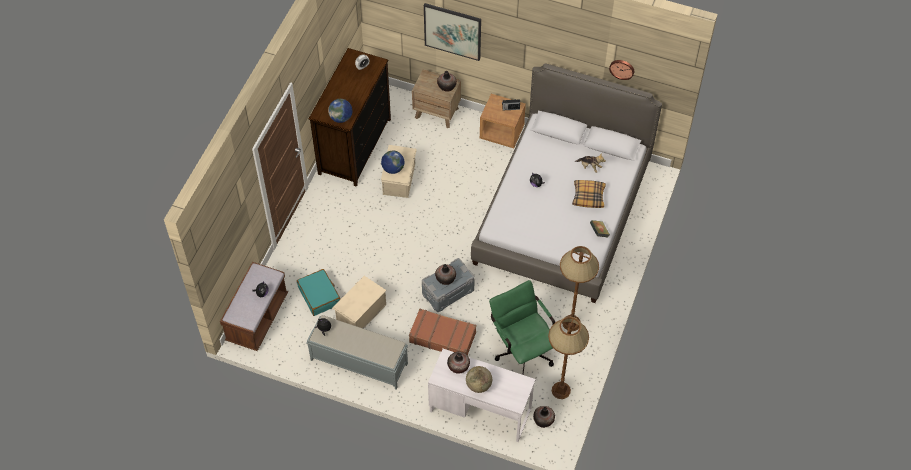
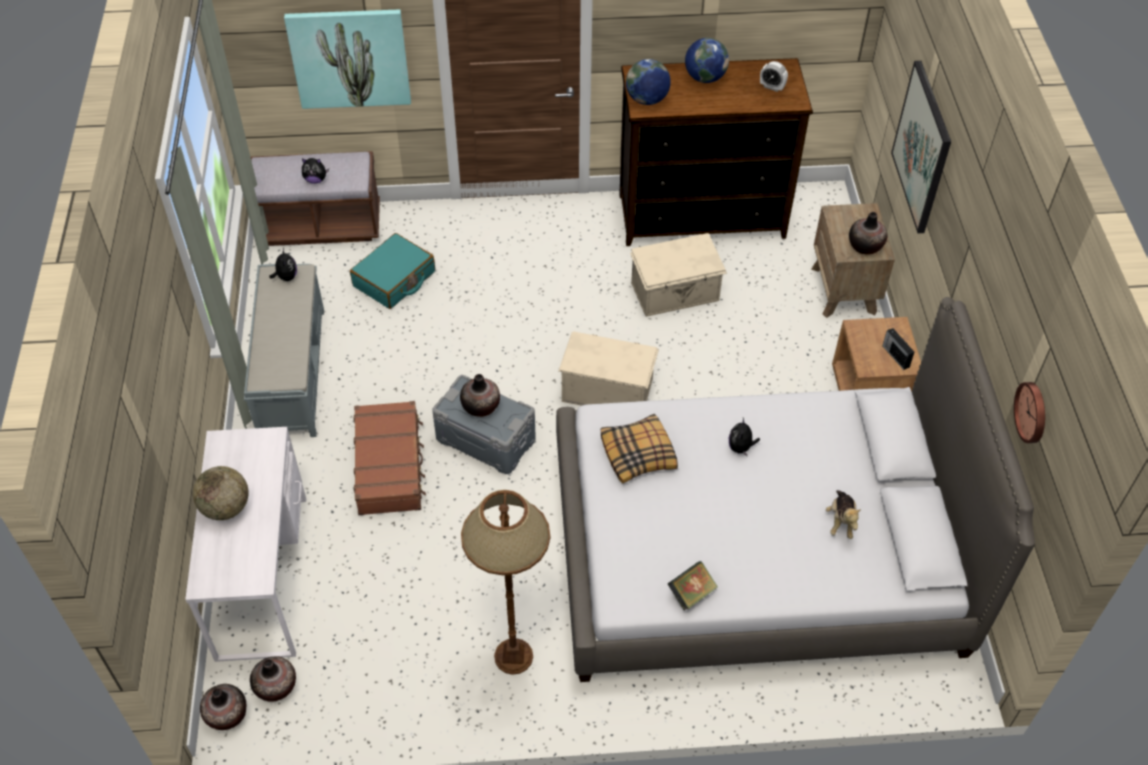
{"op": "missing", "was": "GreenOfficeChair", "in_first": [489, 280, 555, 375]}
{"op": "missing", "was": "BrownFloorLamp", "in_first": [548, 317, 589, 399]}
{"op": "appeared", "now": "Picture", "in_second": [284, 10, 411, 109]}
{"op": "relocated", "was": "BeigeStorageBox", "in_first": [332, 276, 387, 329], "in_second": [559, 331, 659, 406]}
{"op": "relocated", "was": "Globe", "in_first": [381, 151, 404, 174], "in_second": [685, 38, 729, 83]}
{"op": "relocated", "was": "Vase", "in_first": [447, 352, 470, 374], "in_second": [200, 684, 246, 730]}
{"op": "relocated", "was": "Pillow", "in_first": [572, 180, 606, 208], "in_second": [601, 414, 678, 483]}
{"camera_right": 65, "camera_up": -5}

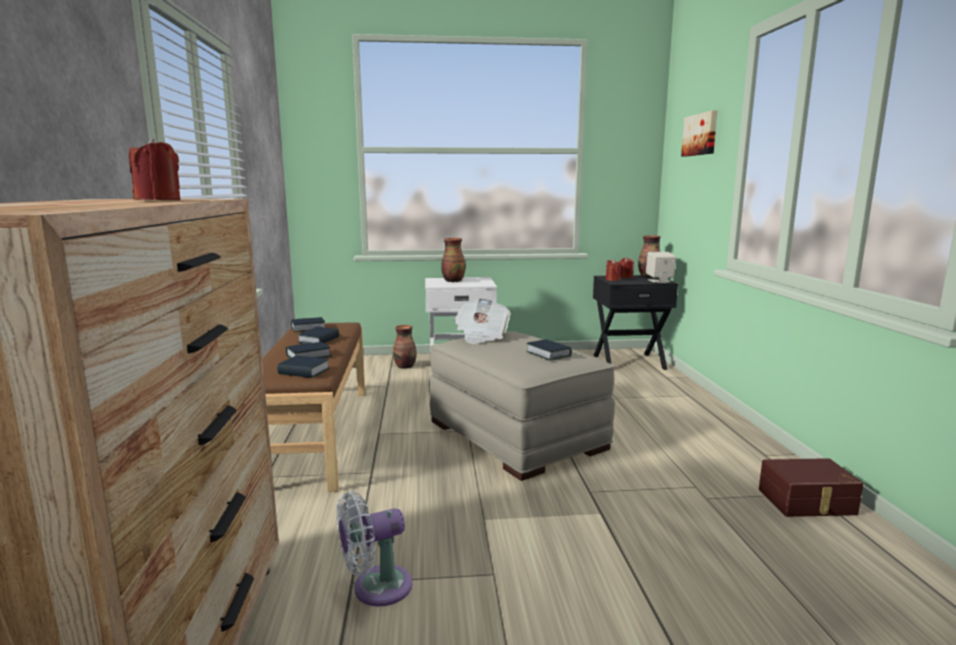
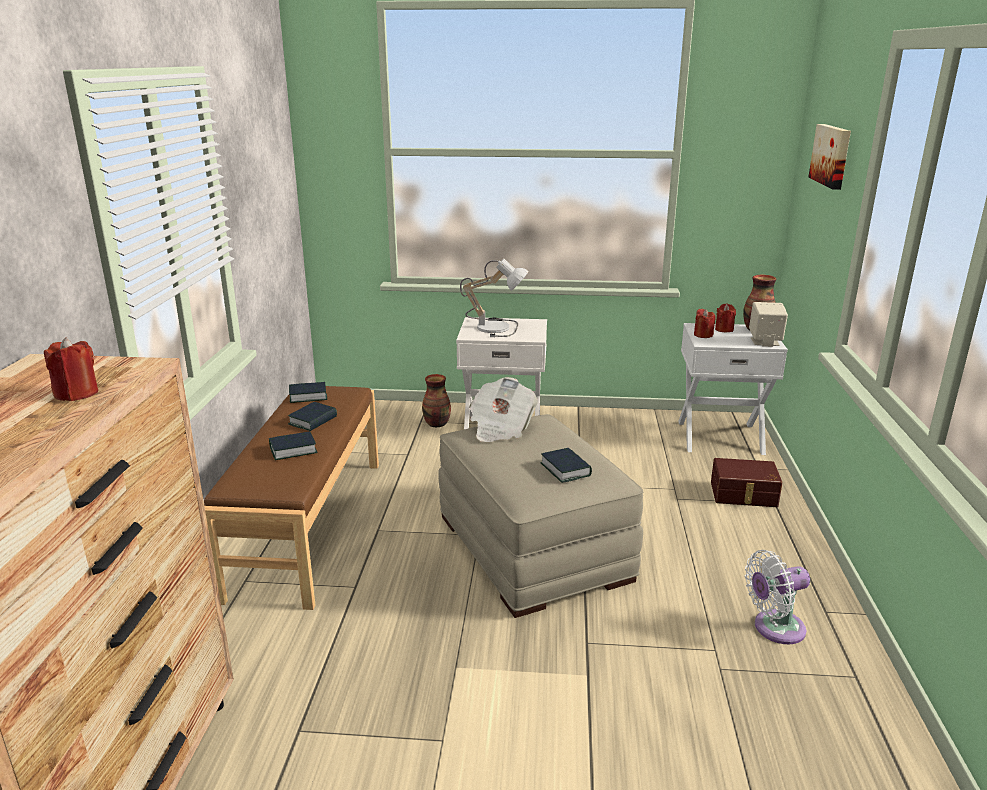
{"op": "missing", "was": "Book", "in_first": [277, 356, 330, 378]}
{"op": "relocated", "was": "WhiteFan", "in_first": [336, 492, 412, 607], "in_second": [745, 550, 810, 644]}
{"op": "relocated", "was": "BrownStorageBox", "in_first": [759, 458, 863, 517], "in_second": [711, 458, 783, 507]}
{"op": "exchanged", "was": "Vase", "now": "TableLamp", "in_first": [441, 238, 466, 282], "in_second": [460, 259, 529, 337]}
{"op": "colour", "was": "BlackNightstand", "now": "WhiteNightstand", "in_first": [593, 275, 678, 370], "in_second": [678, 323, 788, 455]}
{"camera_right": 10, "camera_up": 10}

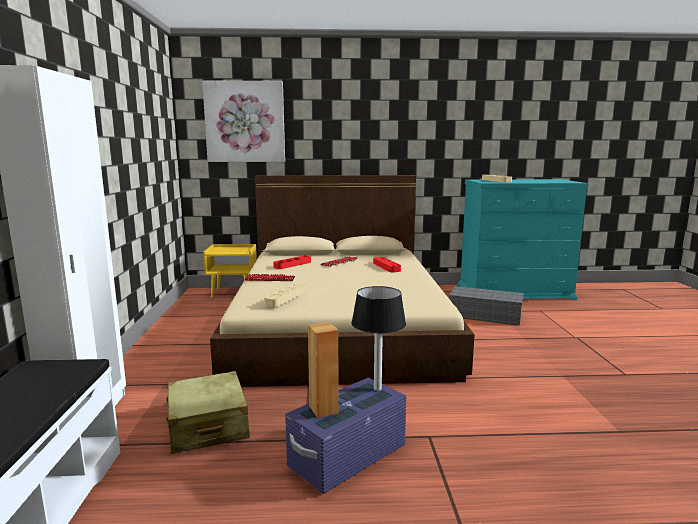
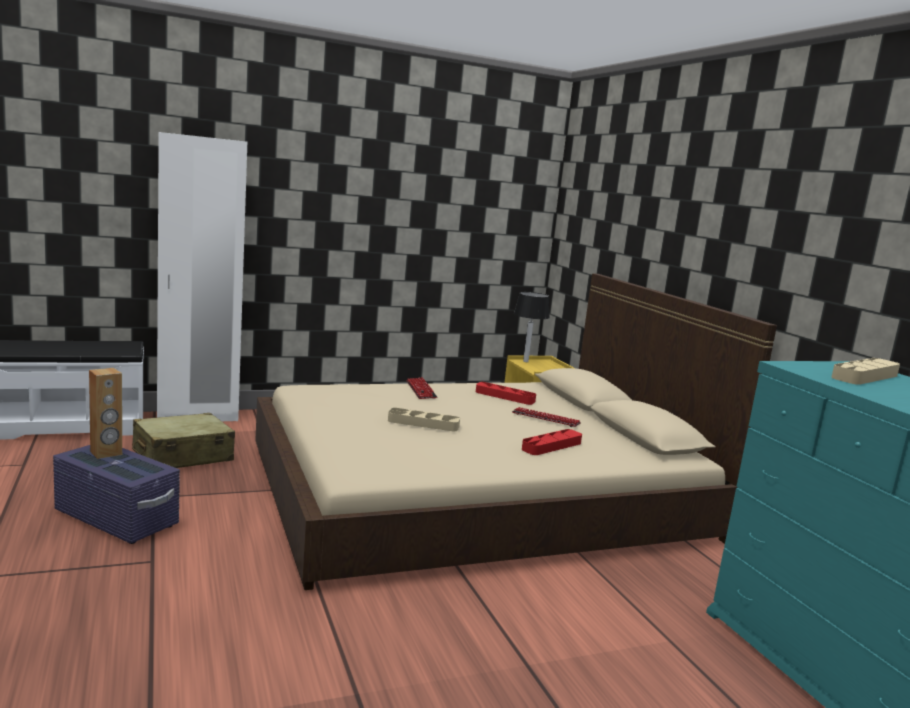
{"op": "missing", "was": "Picture", "in_first": [202, 81, 285, 162]}
{"op": "missing", "was": "GreyStorageBox", "in_first": [449, 286, 524, 326]}
{"op": "relocated", "was": "BeigeTray", "in_first": [264, 284, 305, 307], "in_second": [388, 408, 460, 431]}
{"op": "relocated", "was": "TableLamp", "in_first": [351, 286, 406, 391], "in_second": [513, 292, 550, 362]}
{"camera_right": 70, "camera_up": 0}

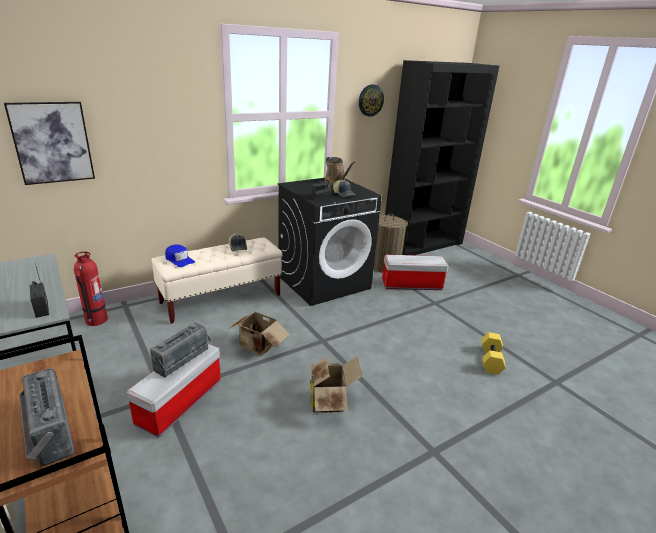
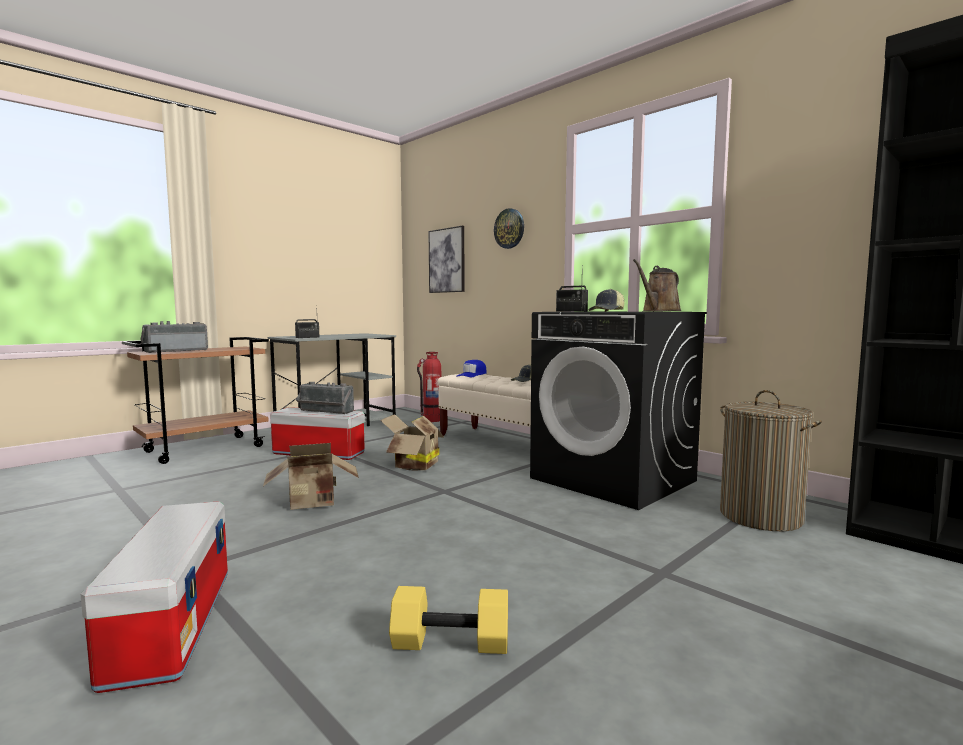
{"op": "relocated", "was": "WallClock", "in_first": [359, 85, 384, 117], "in_second": [494, 208, 524, 249]}
{"op": "relocated", "was": "StorageBox", "in_first": [382, 255, 449, 290], "in_second": [80, 501, 228, 693]}
{"camera_right": 80, "camera_up": -20}

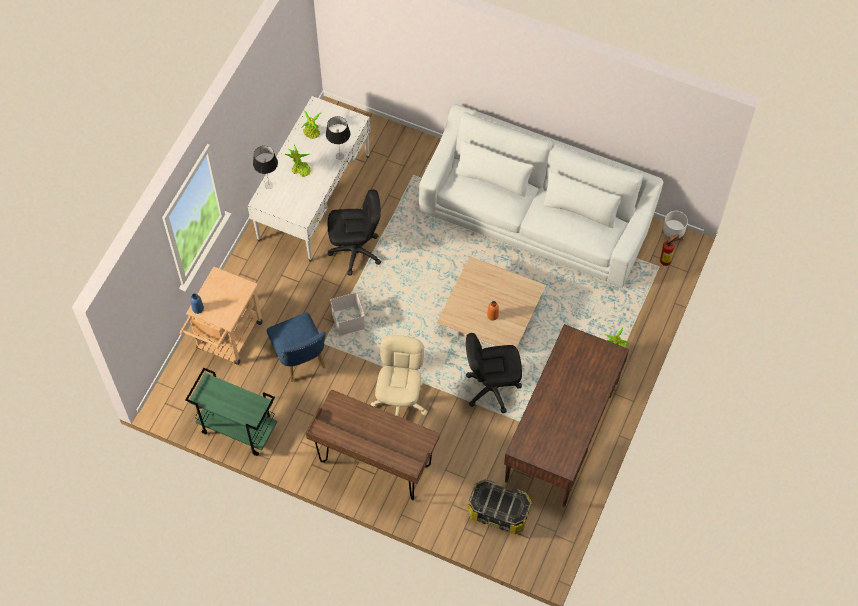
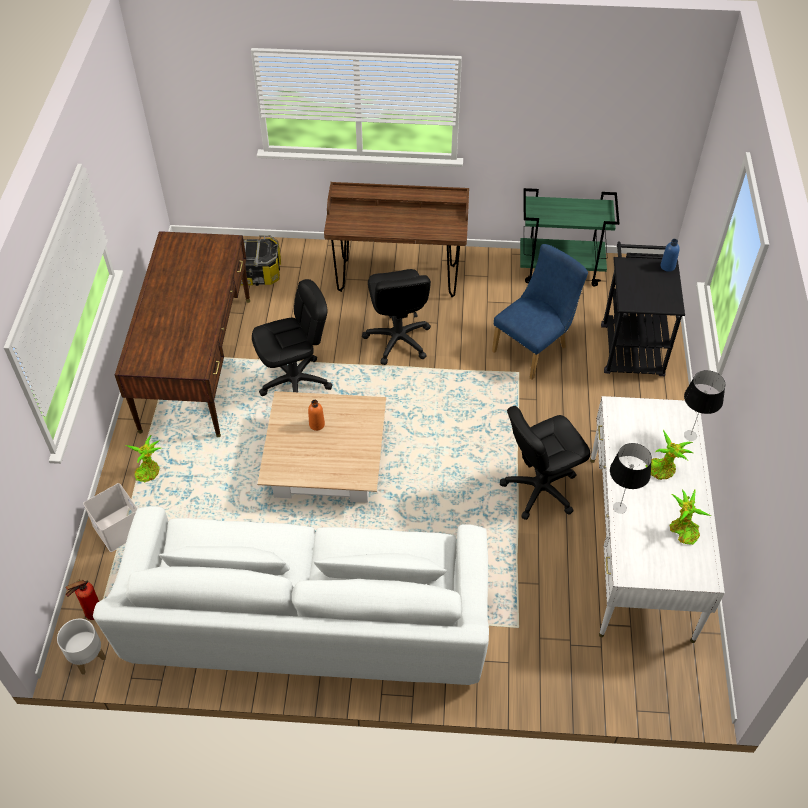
{"op": "relocated", "was": "WhiteStorageBox", "in_first": [330, 293, 365, 336], "in_second": [83, 483, 138, 552]}
{"op": "colour", "was": "BeigeCart", "now": "BlackCart", "in_first": [180, 266, 263, 365], "in_second": [601, 242, 685, 377]}
{"op": "colour", "was": "BeigeOfficeChair", "now": "BlackOfficeChair", "in_first": [371, 335, 428, 417], "in_second": [362, 269, 431, 365]}
{"op": "spun", "was": "BlueChair", "in_first": [267, 312, 326, 382], "in_second": [492, 244, 588, 380], "clockwise": 90}
{"camera_right": 160, "camera_up": -10}

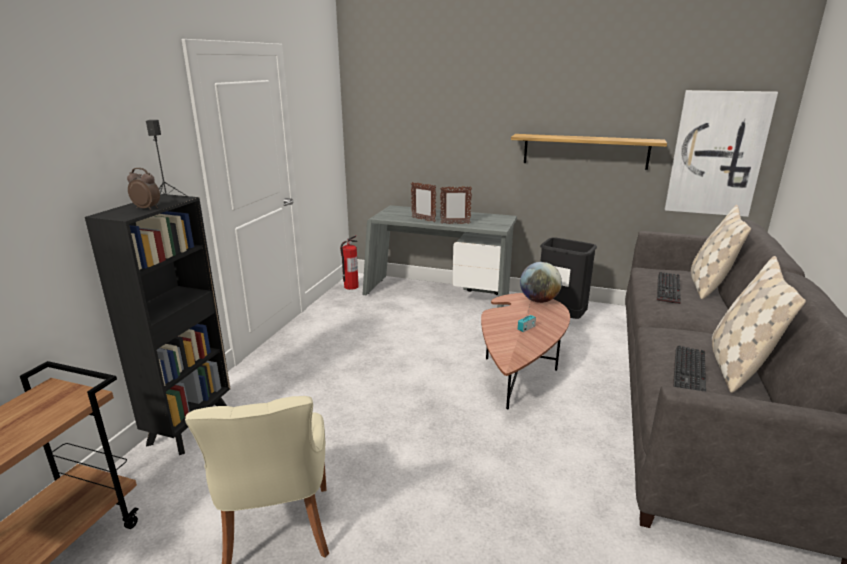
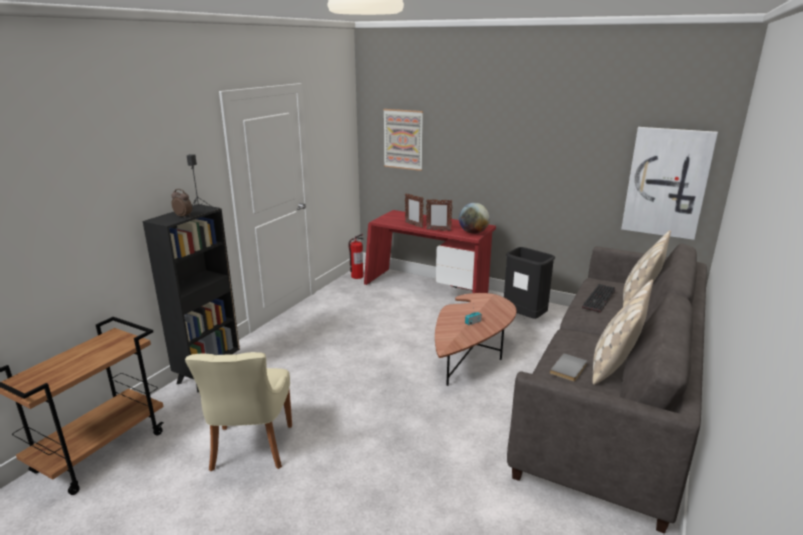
{"op": "missing", "was": "Shelf", "in_first": [511, 134, 667, 170]}
{"op": "appeared", "now": "Picture", "in_second": [383, 109, 423, 171]}
{"op": "relocated", "was": "Globe", "in_first": [520, 262, 562, 303], "in_second": [459, 203, 490, 234]}
{"op": "exchanged", "was": "Keyboard", "now": "GreyBook", "in_first": [673, 345, 706, 392], "in_second": [550, 353, 587, 382]}
{"op": "colour", "was": "GreyDesk", "now": "RedDesk", "in_first": [363, 205, 517, 308], "in_second": [364, 210, 496, 293]}
{"camera_right": 10, "camera_up": 0}

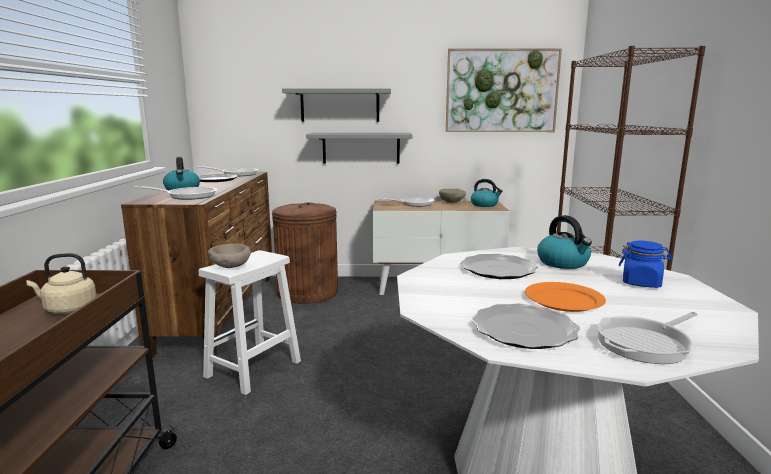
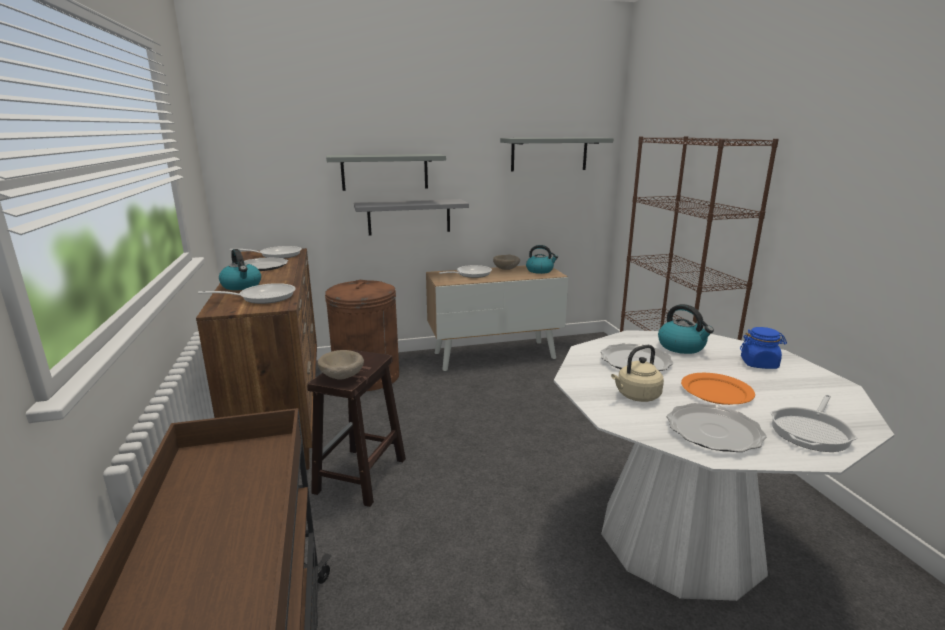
{"op": "relocated", "was": "BeigeKettle", "in_first": [27, 253, 97, 314], "in_second": [611, 345, 664, 402]}
{"op": "exchanged", "was": "Picture", "now": "GreyShelf", "in_first": [446, 48, 562, 132], "in_second": [500, 137, 614, 172]}
{"op": "colour", "was": "WhiteStool", "now": "BrownStool", "in_first": [199, 250, 301, 395], "in_second": [307, 350, 406, 507]}
{"camera_right": -15, "camera_up": 5}

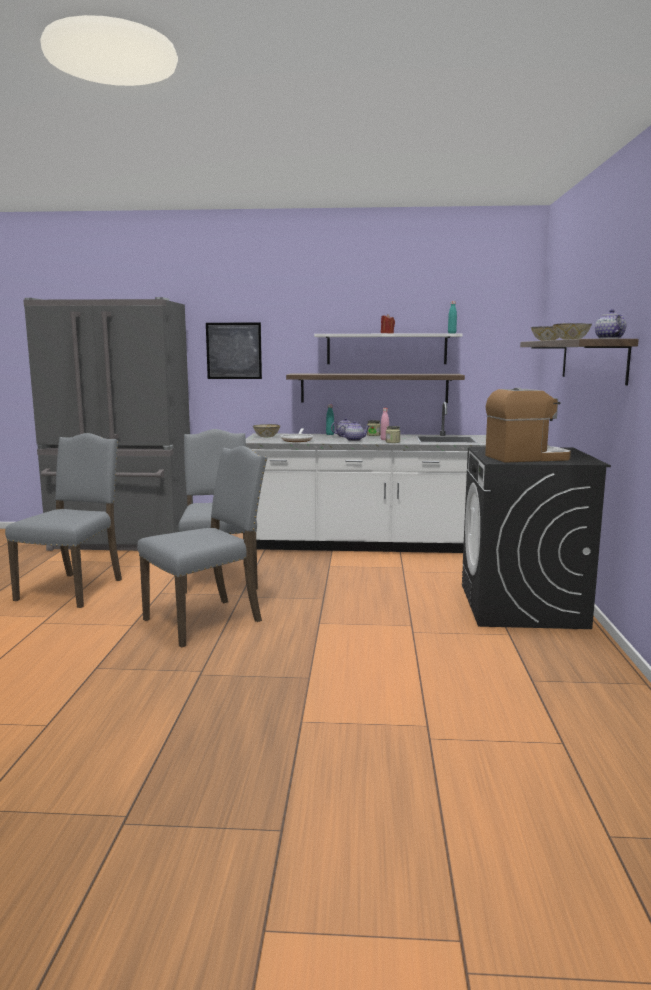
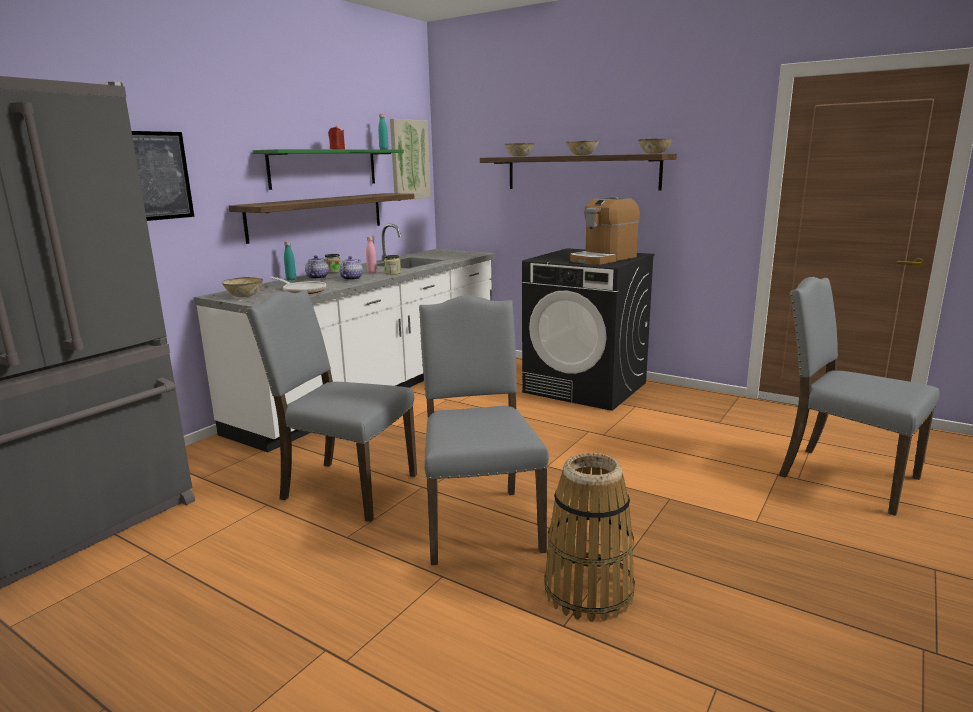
{"op": "appeared", "now": "Picture", "in_second": [390, 119, 431, 200]}
{"op": "appeared", "now": "Basket", "in_second": [544, 453, 635, 622]}
{"op": "relocated", "was": "GreyChair", "in_first": [5, 433, 122, 608], "in_second": [779, 277, 940, 516]}
{"op": "exchanged", "was": "Teapot", "now": "Bowl", "in_first": [595, 309, 626, 339], "in_second": [638, 139, 673, 154]}
{"op": "colour", "was": "WhiteShelf", "now": "GreenShelf", "in_first": [314, 333, 463, 364], "in_second": [253, 149, 404, 190]}
{"op": "spun", "was": "CoffeeMachine", "in_first": [485, 388, 571, 463], "in_second": [570, 197, 640, 265], "clockwise": -150}
{"camera_right": -60, "camera_up": 5}

